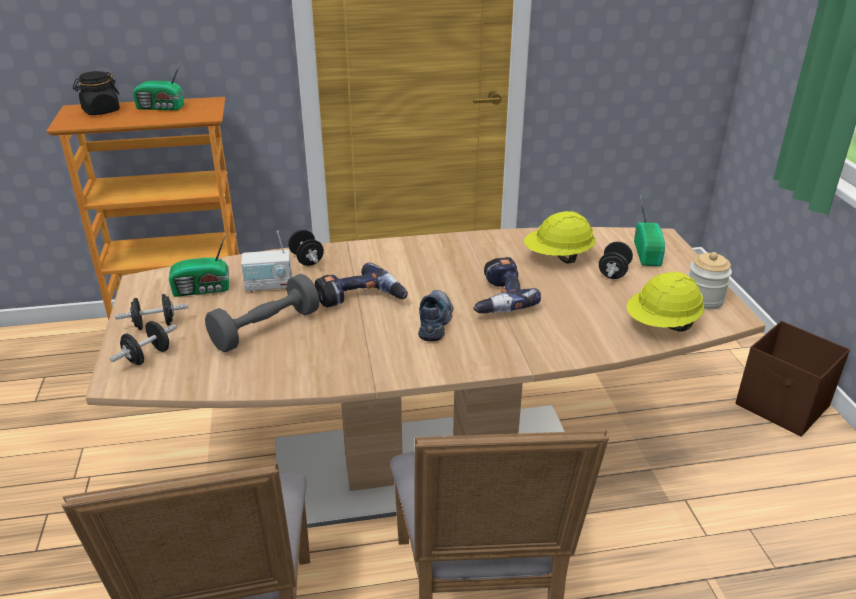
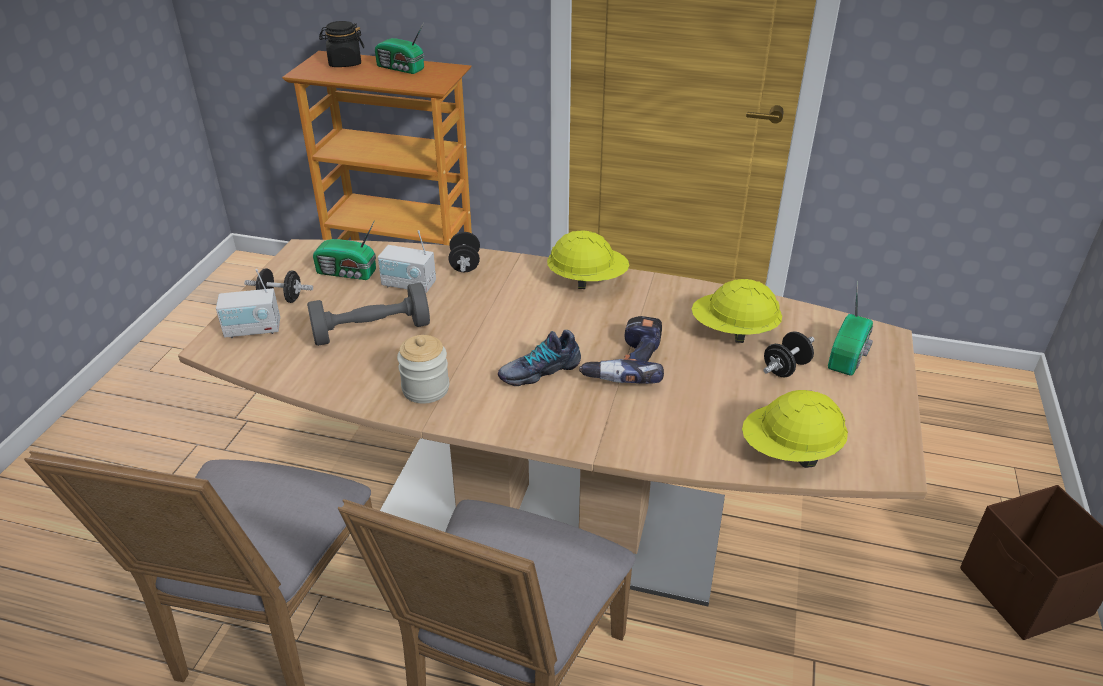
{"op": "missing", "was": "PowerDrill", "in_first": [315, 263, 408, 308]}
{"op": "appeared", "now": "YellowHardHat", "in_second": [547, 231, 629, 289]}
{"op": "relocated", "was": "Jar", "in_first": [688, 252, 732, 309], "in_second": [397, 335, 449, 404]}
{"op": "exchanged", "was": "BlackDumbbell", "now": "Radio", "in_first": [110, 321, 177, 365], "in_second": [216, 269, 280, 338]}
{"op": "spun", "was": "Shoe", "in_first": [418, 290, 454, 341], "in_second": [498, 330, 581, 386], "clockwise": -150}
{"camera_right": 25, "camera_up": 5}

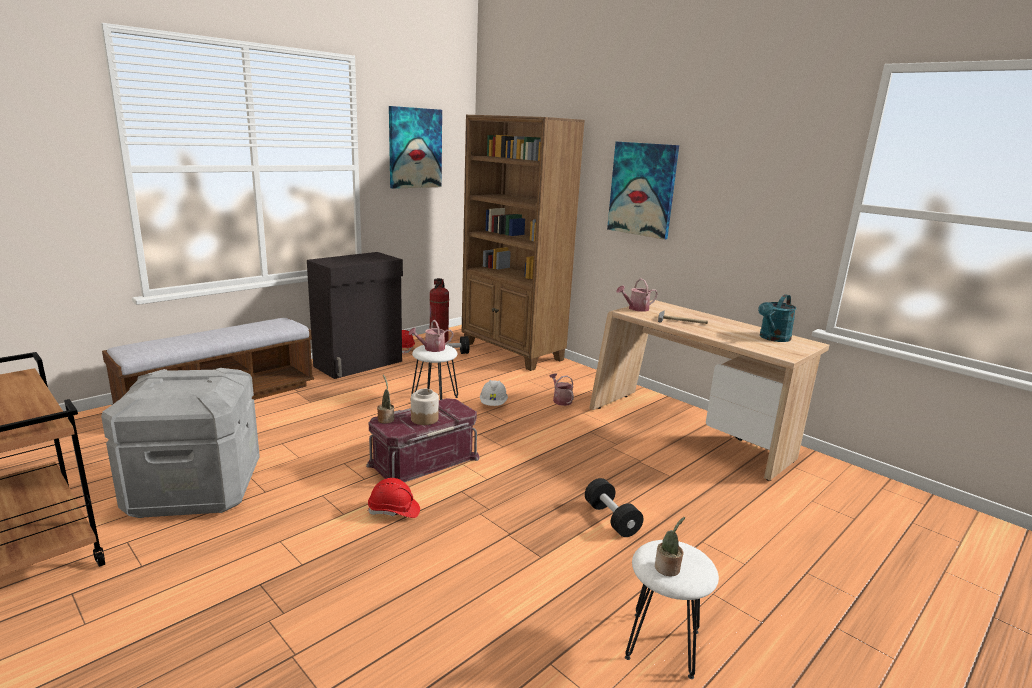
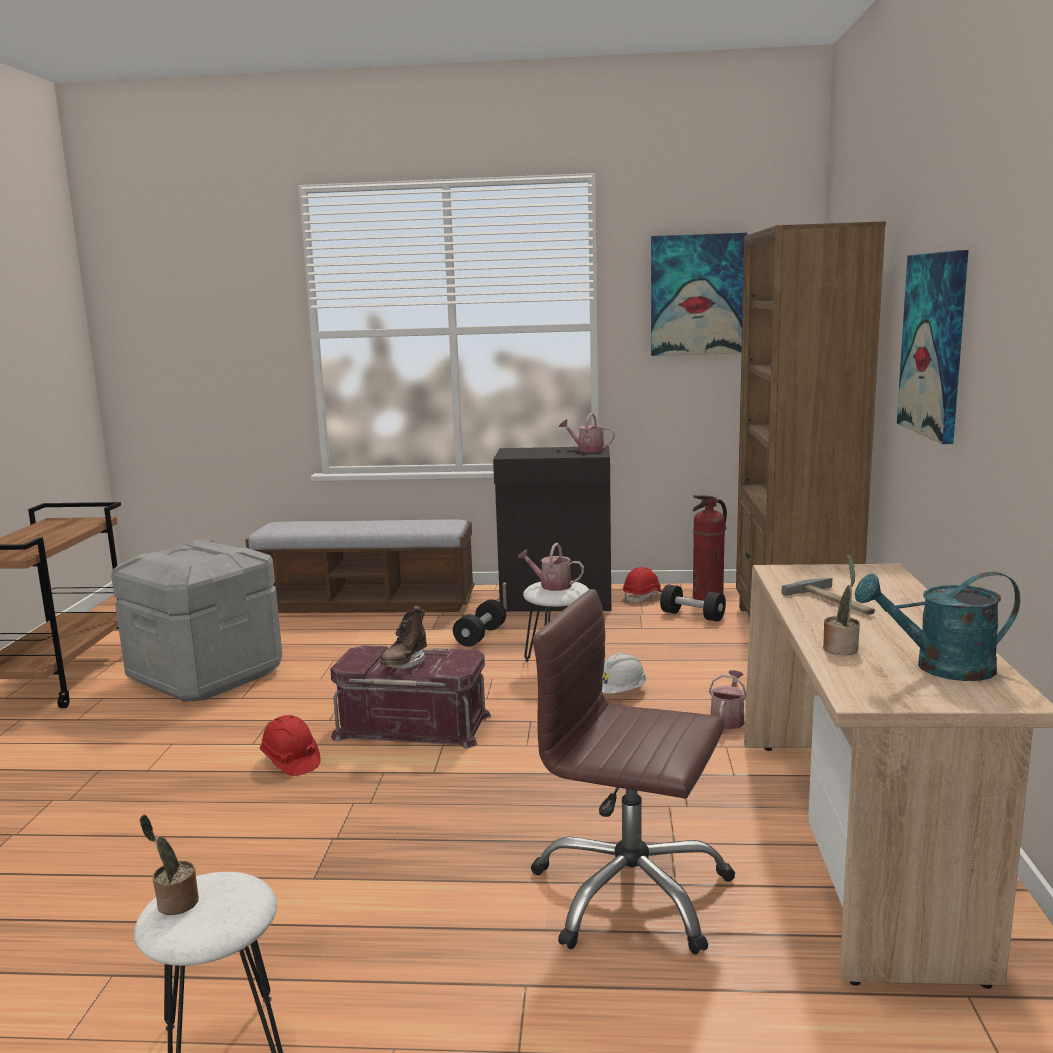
{"op": "appeared", "now": "BrownOfficeChair", "in_second": [531, 589, 735, 954]}
{"op": "relocated", "was": "PottedPlant", "in_first": [377, 375, 394, 424], "in_second": [823, 554, 860, 655]}
{"op": "relocated", "was": "BlackDumbbell", "in_first": [585, 478, 643, 537], "in_second": [453, 599, 506, 647]}
{"op": "relocated", "was": "WateringCan", "in_first": [616, 279, 658, 312], "in_second": [559, 413, 615, 452]}
{"op": "exchanged", "was": "Jar", "now": "BrownBoot", "in_first": [411, 389, 439, 425], "in_second": [380, 605, 427, 669]}
{"camera_right": 50, "camera_up": -5}

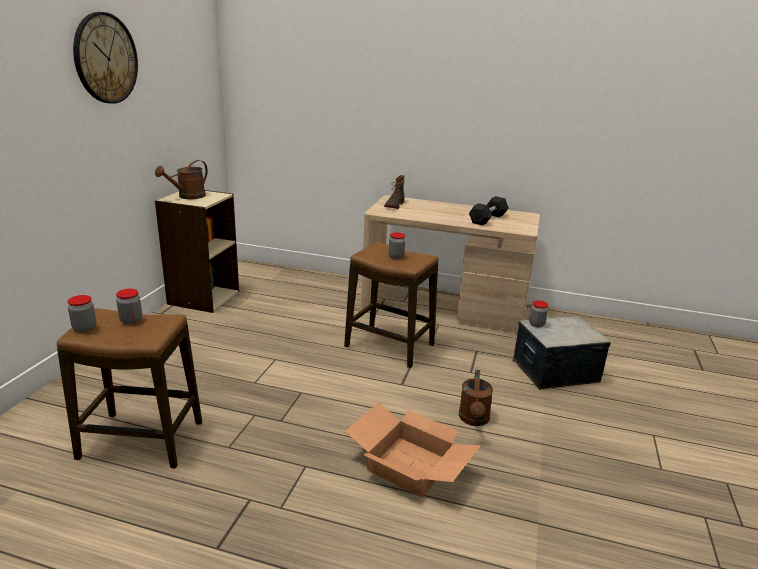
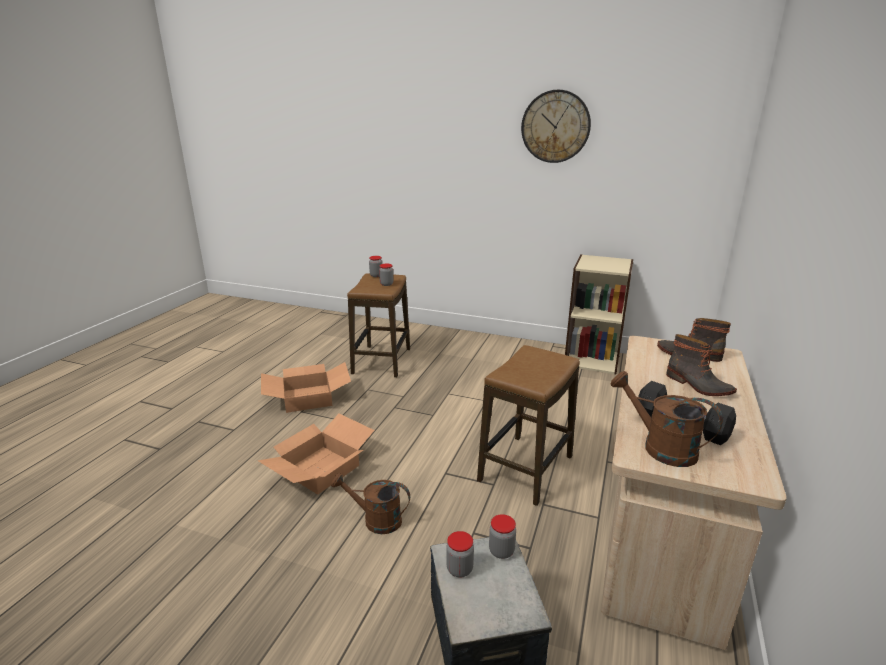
{"op": "appeared", "now": "CardboardBox", "in_second": [261, 362, 351, 413]}
{"op": "appeared", "now": "Boot", "in_second": [666, 334, 737, 396]}
{"op": "relocated", "was": "BrownWateringCan", "in_first": [155, 160, 208, 199], "in_second": [611, 371, 723, 467]}
{"op": "relocated", "was": "Jar", "in_first": [388, 232, 406, 259], "in_second": [446, 531, 474, 578]}
{"camera_right": 95, "camera_up": 0}

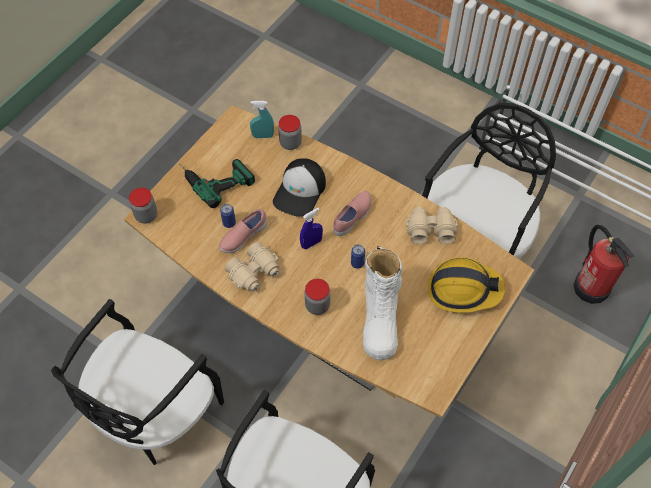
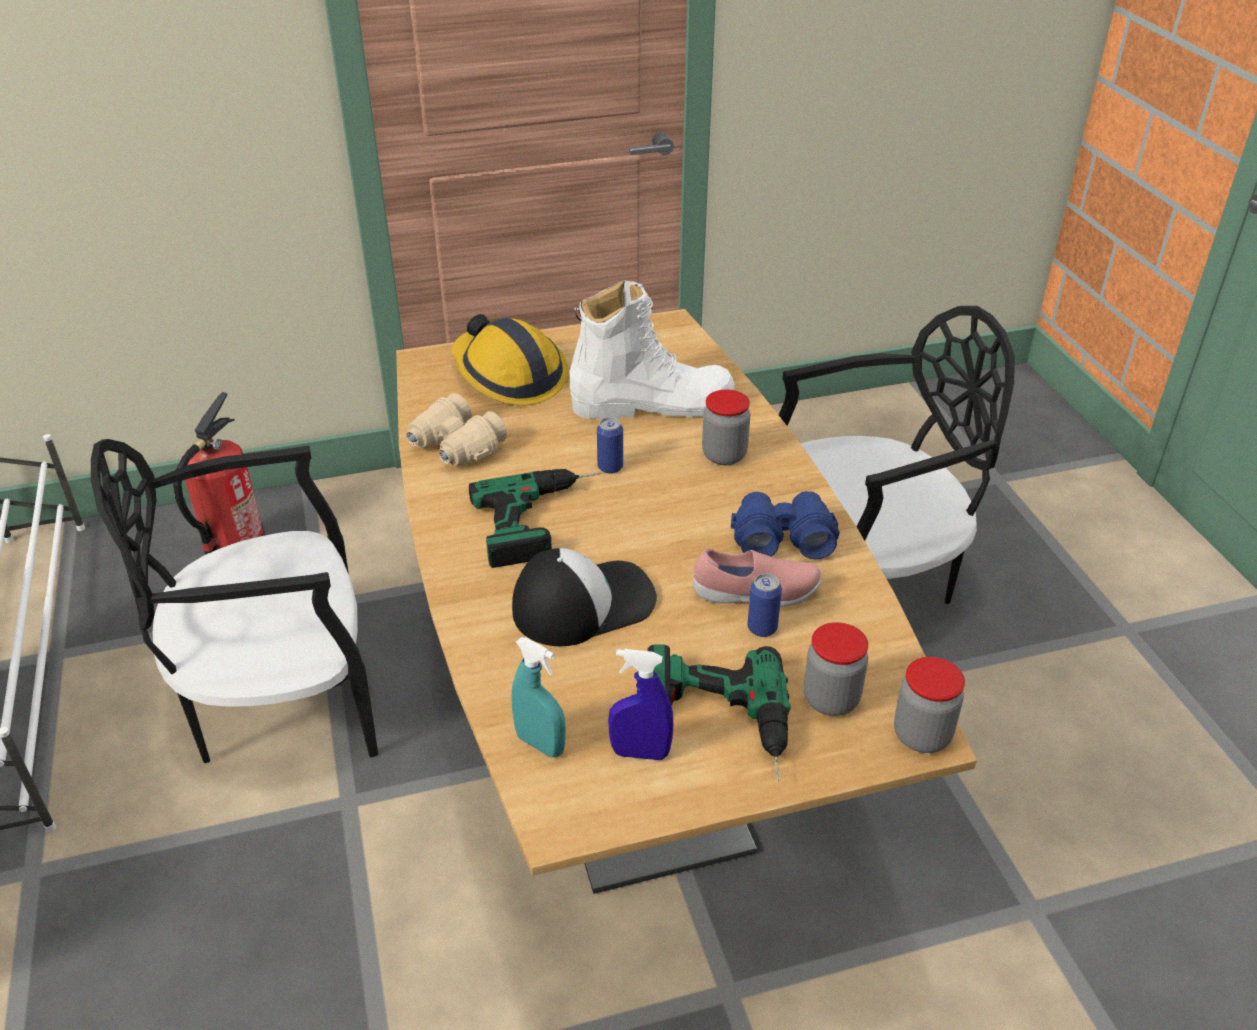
{"op": "missing", "was": "BlackChair", "in_first": [51, 299, 224, 465]}
{"op": "relocated", "was": "Jar", "in_first": [278, 115, 302, 150], "in_second": [804, 622, 868, 716]}
{"op": "relocated", "was": "BlueSprayBottle", "in_first": [300, 207, 323, 249], "in_second": [608, 649, 673, 760]}
{"op": "exchanged", "was": "PinkShoe", "now": "PowerDrill", "in_first": [333, 191, 372, 236], "in_second": [469, 469, 601, 568]}
{"op": "colour", "was": "BeigeBinoculars", "now": "BlueBinoculars", "in_first": [225, 242, 279, 292], "in_second": [731, 491, 840, 559]}
{"op": "spun", "was": "WhiteBoot", "in_first": [363, 246, 402, 360], "in_second": [570, 280, 735, 419], "clockwise": 45}
{"camera_right": -140, "camera_up": -20}

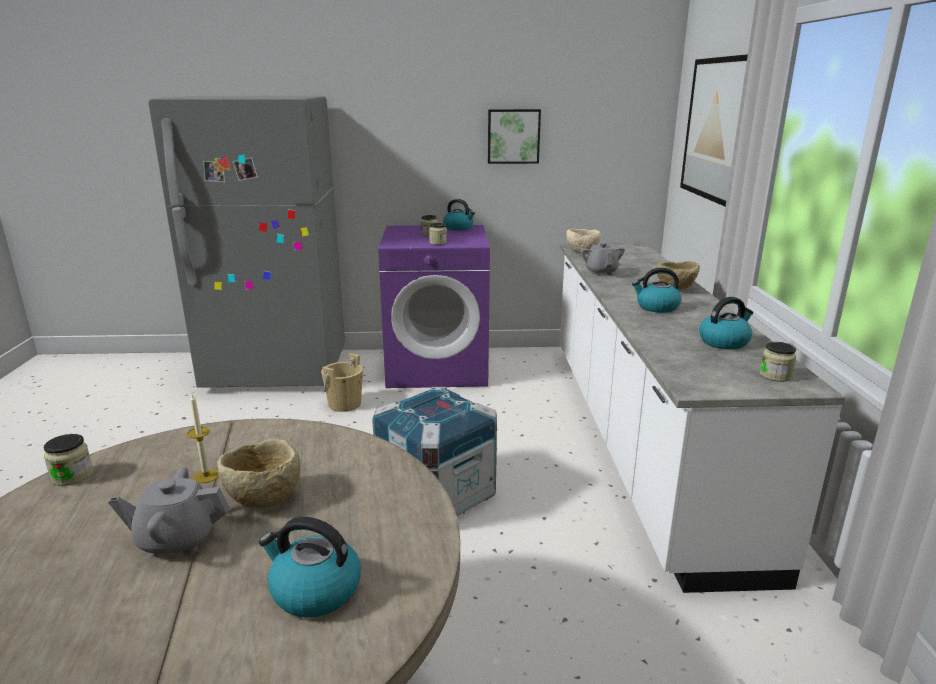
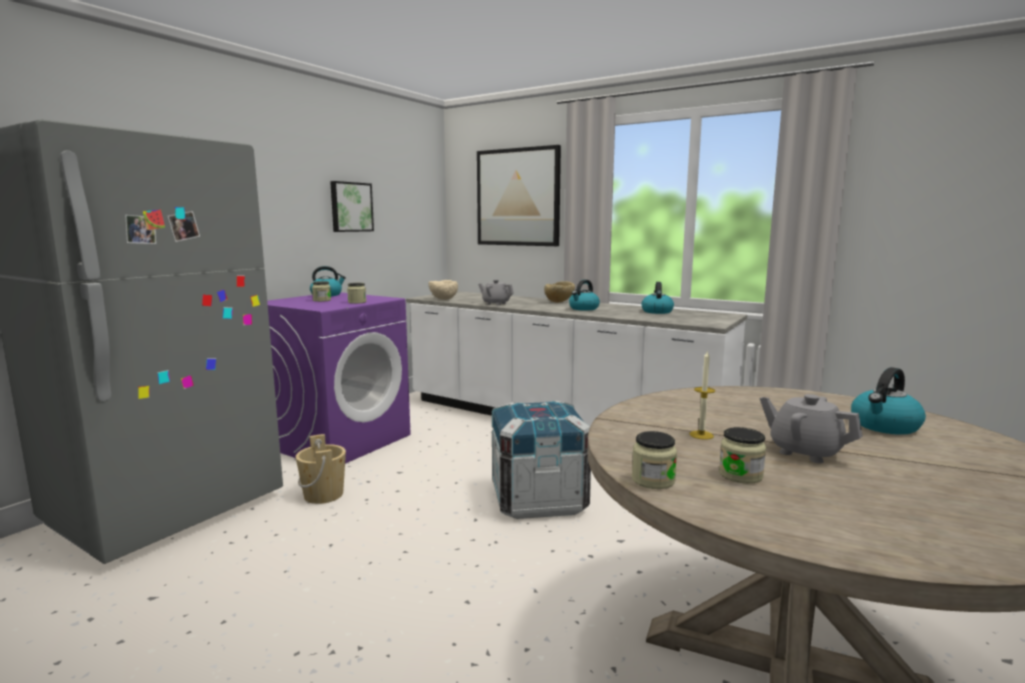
{"op": "missing", "was": "BeigeBowl", "in_first": [216, 438, 300, 508]}
{"op": "relocated", "was": "Jar", "in_first": [760, 342, 796, 382], "in_second": [719, 427, 766, 484]}
{"op": "spun", "was": "GreyTeapot", "in_first": [108, 467, 229, 557], "in_second": [760, 394, 863, 463], "clockwise": 105}
{"camera_right": -55, "camera_up": -10}

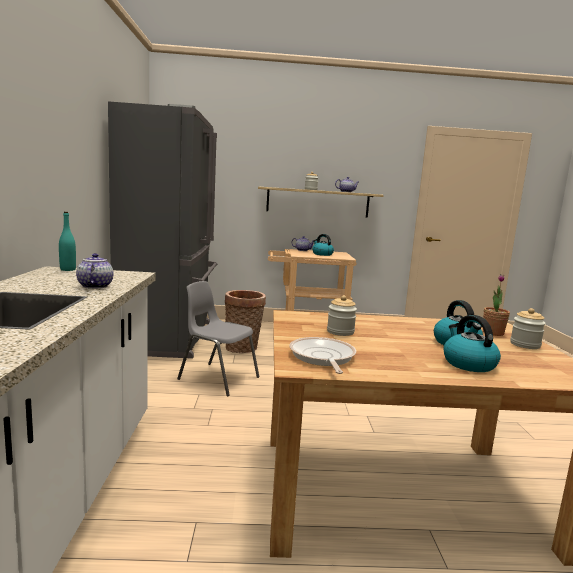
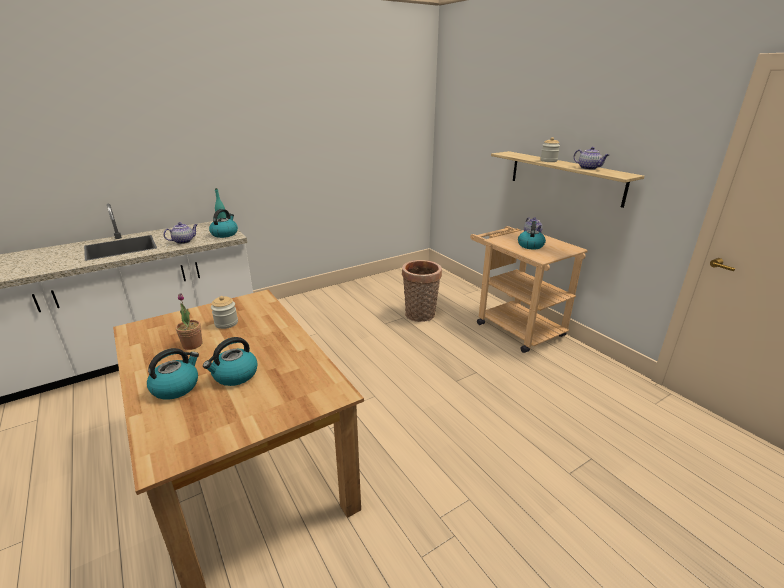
{"op": "missing", "was": "GreyFridge", "in_first": [108, 101, 217, 359]}
{"op": "missing", "was": "GreyChair", "in_first": [177, 281, 259, 396]}
{"op": "missing", "was": "FryingPan", "in_first": [289, 337, 356, 374]}
{"op": "missing", "was": "Jar", "in_first": [510, 308, 546, 349]}
{"op": "appeared", "now": "Kettle", "in_second": [209, 209, 238, 238]}
{"op": "relocated", "was": "PottedPlant", "in_first": [483, 274, 510, 336], "in_second": [176, 293, 202, 350]}
{"camera_right": 60, "camera_up": 15}

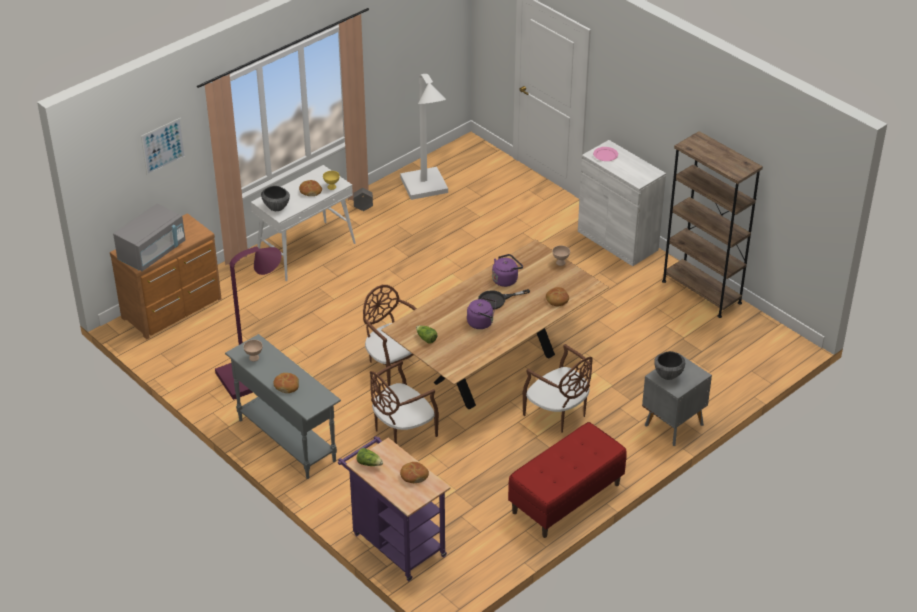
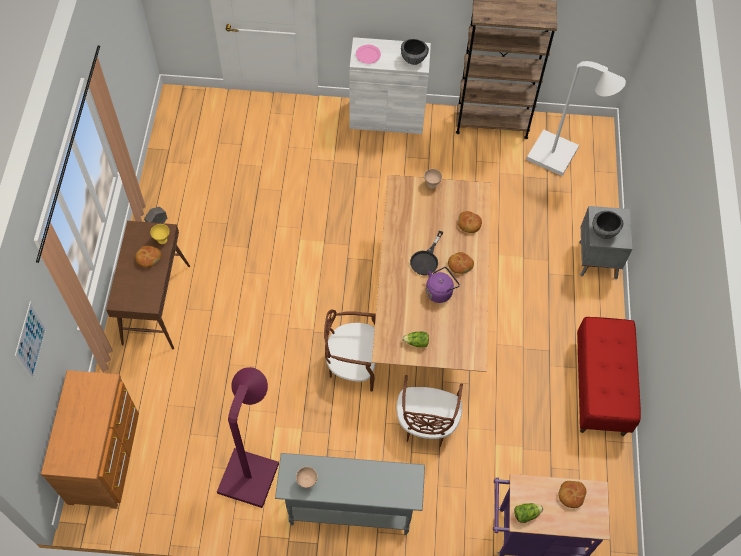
{"op": "missing", "was": "GreyMicrowave", "in_first": [113, 204, 185, 271]}
{"op": "missing", "was": "PurpleKettle", "in_first": [492, 254, 523, 287]}
{"op": "missing", "was": "BrownChair", "in_first": [523, 344, 593, 433]}
{"op": "relocated", "was": "Bowl", "in_first": [261, 186, 290, 211], "in_second": [401, 39, 429, 65]}
{"op": "relocated", "was": "Bread", "in_first": [273, 373, 299, 393], "in_second": [448, 252, 474, 274]}
{"op": "relocated", "was": "WhiteFloorLamp", "in_first": [400, 74, 448, 200], "in_second": [526, 61, 626, 176]}
{"op": "colour", "was": "WhiteConsoleTable", "now": "BrownConsoleTable", "in_first": [251, 165, 356, 281], "in_second": [106, 221, 190, 349]}
{"camera_right": -45, "camera_up": 20}

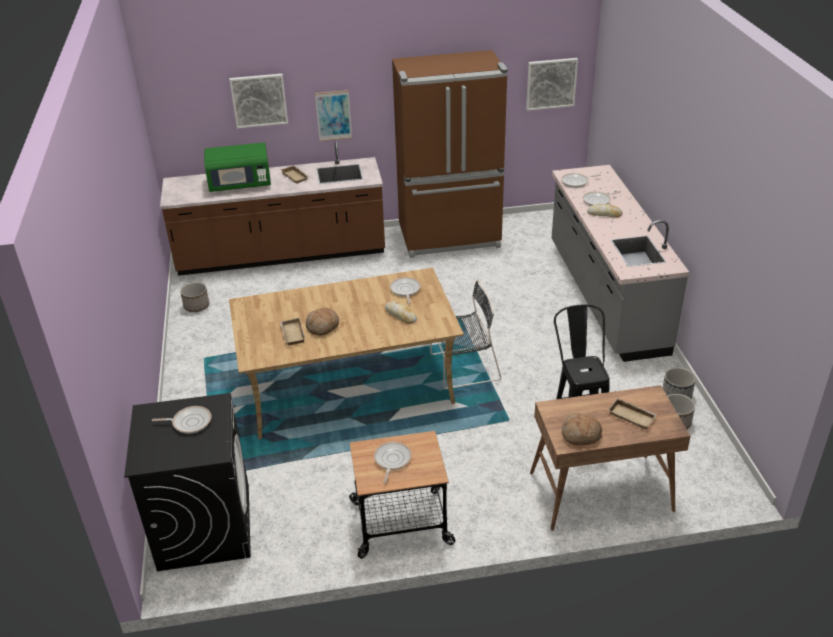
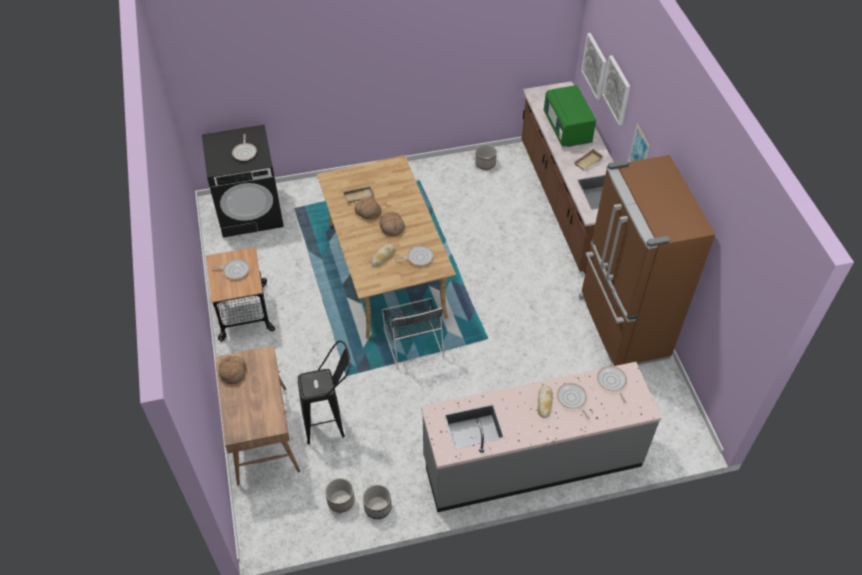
{"op": "missing", "was": "BeigeTray", "in_first": [608, 398, 657, 430]}
{"op": "appeared", "now": "Bread", "in_second": [379, 212, 405, 236]}
{"op": "relocated", "was": "Picture", "in_first": [526, 58, 578, 111], "in_second": [581, 33, 607, 100]}
{"camera_right": 85, "camera_up": 15}

